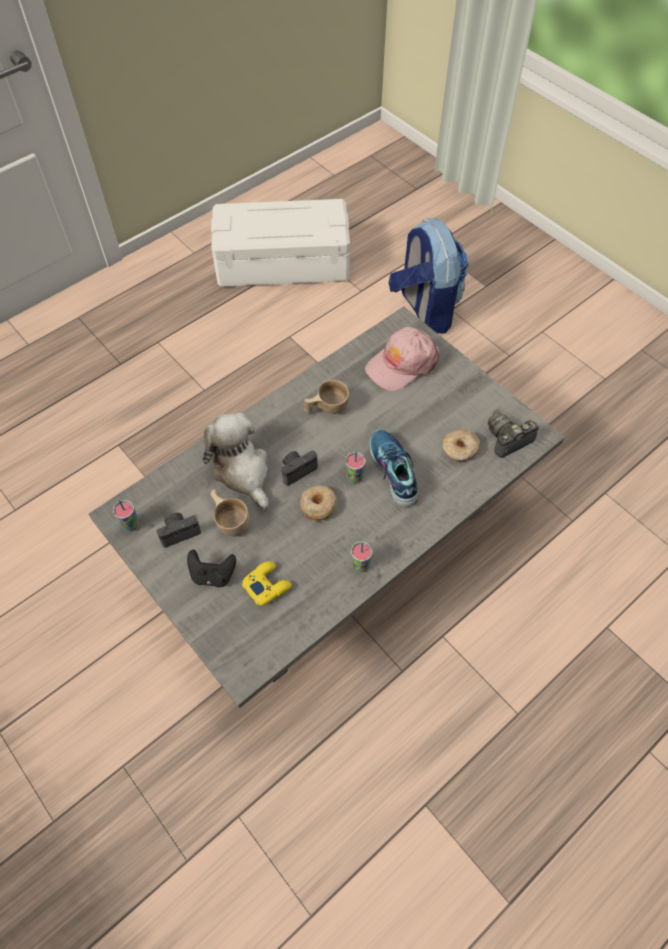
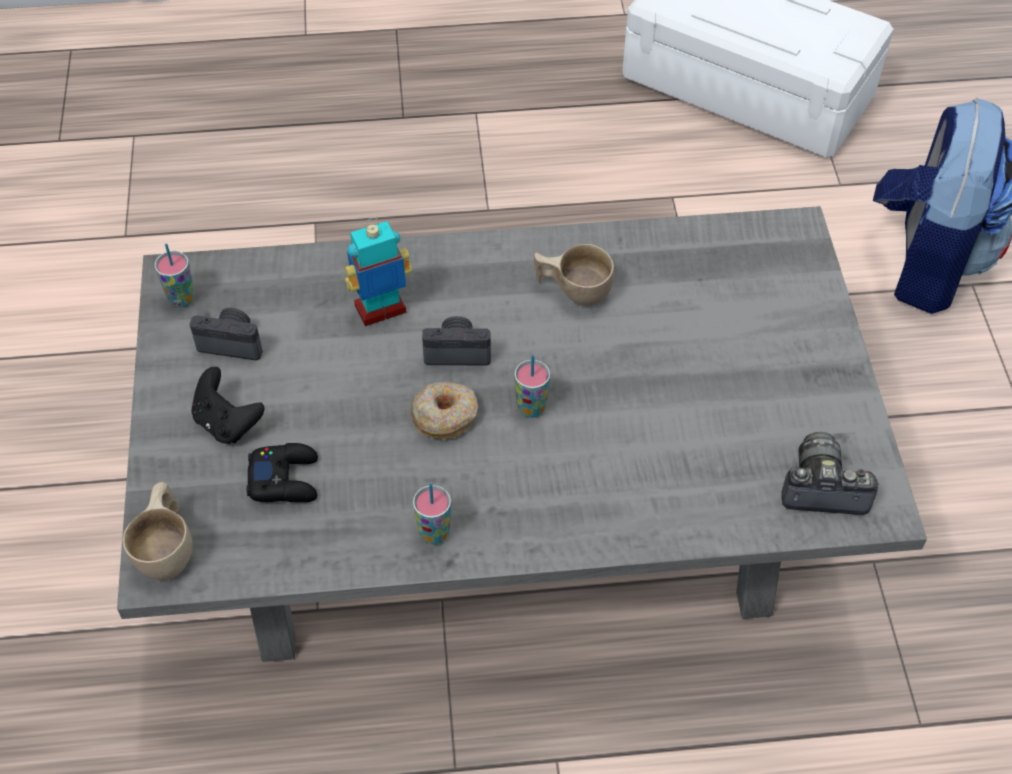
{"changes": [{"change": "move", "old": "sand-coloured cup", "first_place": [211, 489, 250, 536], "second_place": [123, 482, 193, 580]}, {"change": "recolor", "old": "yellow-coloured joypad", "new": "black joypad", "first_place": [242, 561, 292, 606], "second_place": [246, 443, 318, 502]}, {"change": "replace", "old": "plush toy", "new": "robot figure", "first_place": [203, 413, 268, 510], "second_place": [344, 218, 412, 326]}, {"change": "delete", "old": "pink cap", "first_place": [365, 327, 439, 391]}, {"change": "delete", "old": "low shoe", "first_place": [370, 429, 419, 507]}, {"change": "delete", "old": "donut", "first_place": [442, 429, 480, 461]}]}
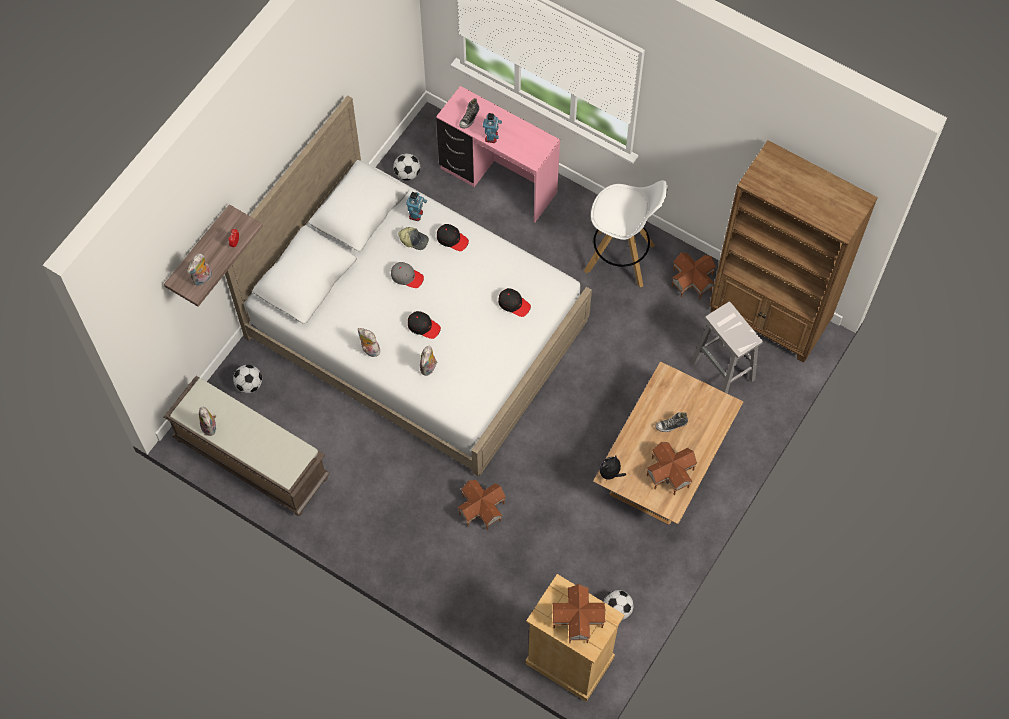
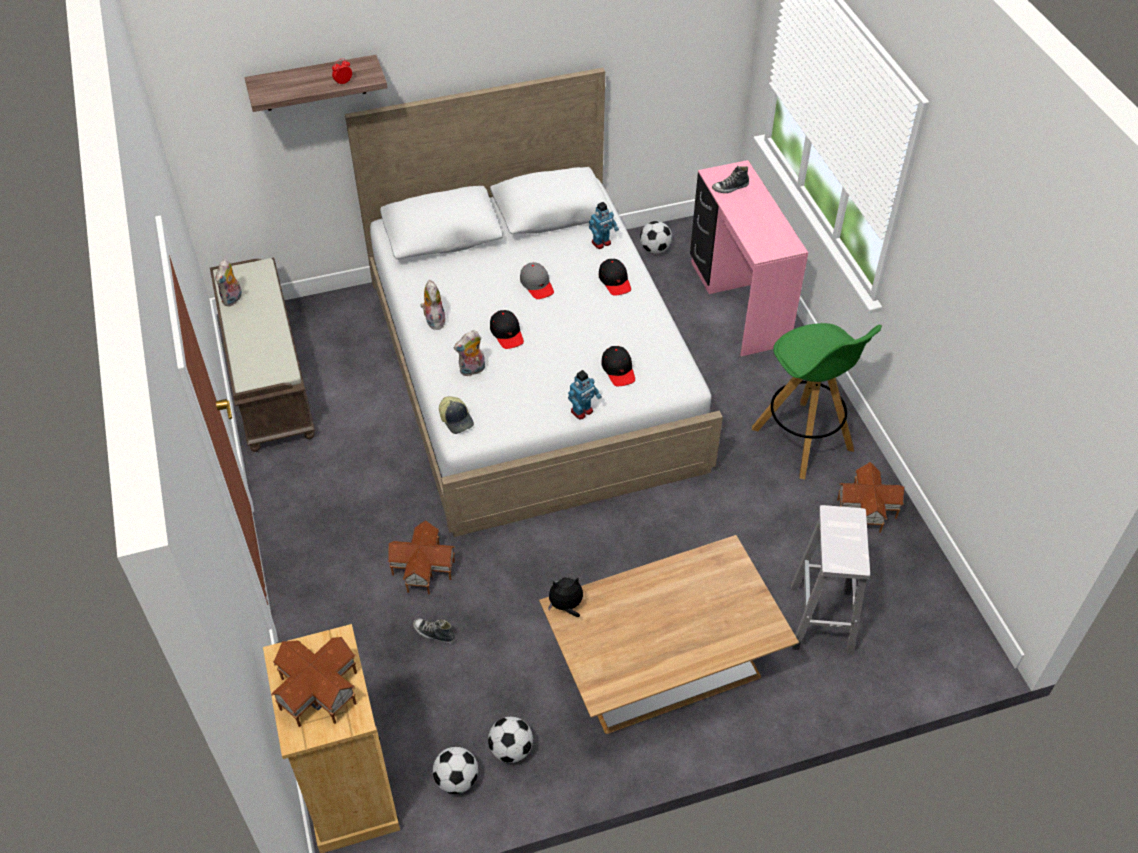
{"changes": [{"change": "move", "old": "low shoe", "first_place": [655, 412, 688, 432], "second_place": [413, 618, 455, 644]}, {"change": "move", "old": "cap", "first_place": [398, 227, 429, 250], "second_place": [439, 397, 474, 434]}, {"change": "move", "old": "ball for football", "first_place": [233, 365, 262, 393], "second_place": [488, 717, 533, 763]}, {"change": "move", "old": "robot figure", "first_place": [483, 113, 502, 143], "second_place": [568, 370, 602, 420]}, {"change": "recolor", "old": "white-coloured stool seat", "new": "green stool seat", "first_place": [584, 180, 668, 287], "second_place": [752, 323, 882, 479]}, {"change": "delete", "old": "plush toy", "first_place": [187, 254, 212, 286]}, {"change": "delete", "old": "miniature house", "first_place": [646, 442, 698, 495]}, {"change": "delete", "old": "brownish bookcase", "first_place": [709, 140, 878, 363]}]}
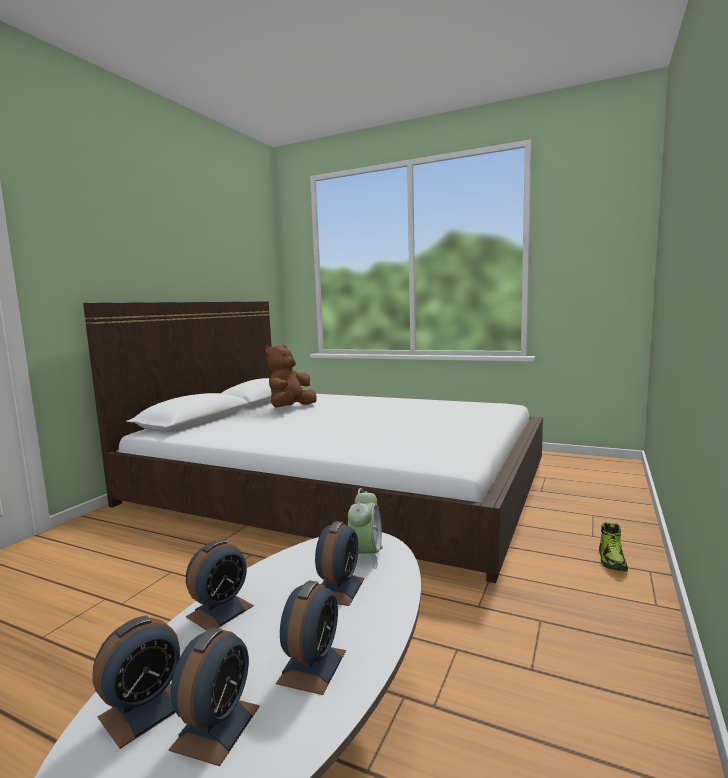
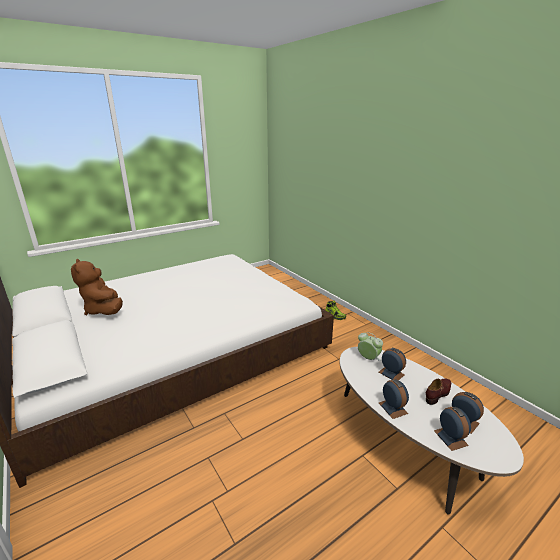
{"changes": [{"change": "replace", "old": "bedside clock", "new": "brownish low shoe", "first_place": [276, 580, 346, 695], "second_place": [426, 378, 451, 405]}]}
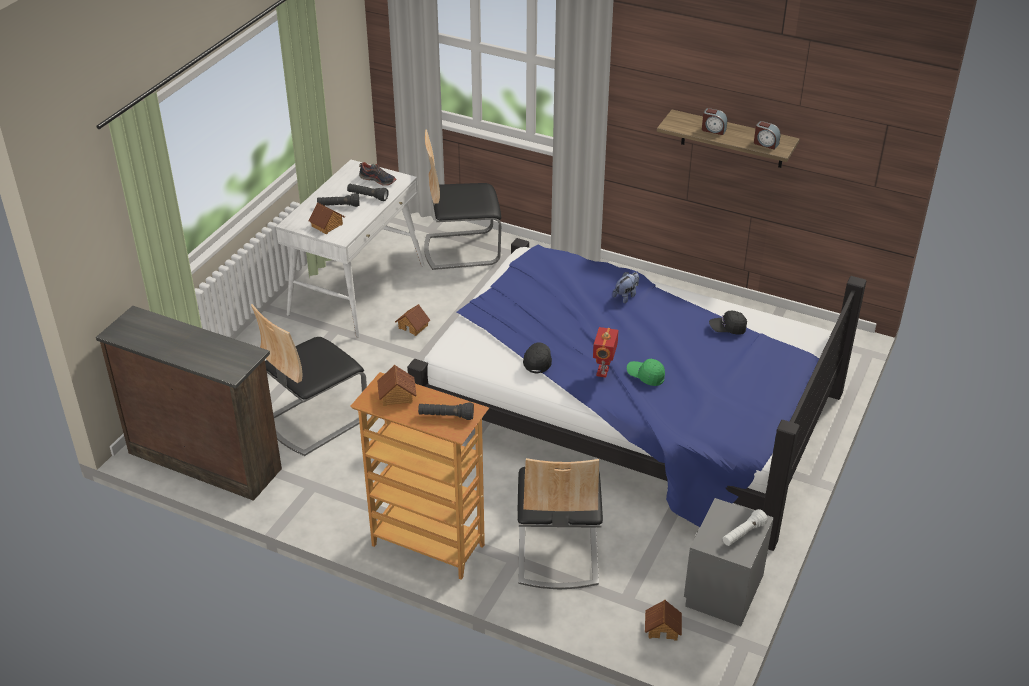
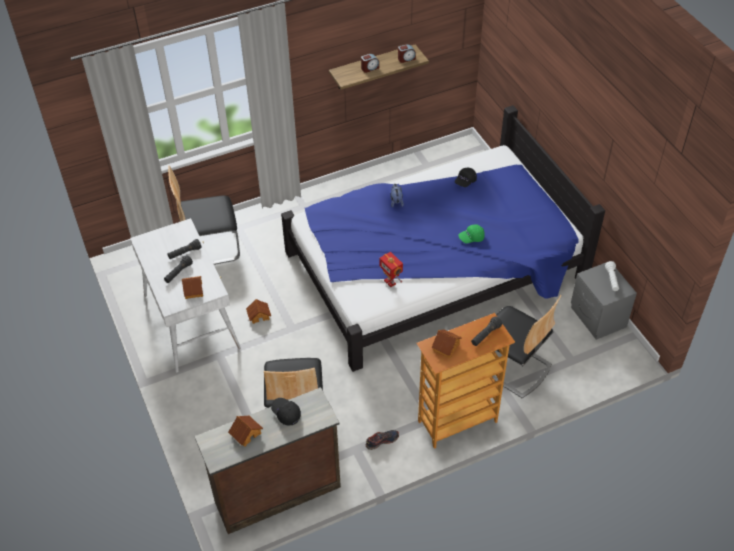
{"changes": [{"change": "rotate", "old": "plain chair", "first_place": [424, 129, 501, 270], "second_place": [168, 165, 240, 265], "degrees": 45}, {"change": "move", "old": "miniature house", "first_place": [645, 600, 682, 641], "second_place": [228, 416, 263, 447]}, {"change": "move", "old": "black cap", "first_place": [523, 343, 552, 374], "second_place": [271, 398, 301, 426]}, {"change": "move", "old": "low shoe", "first_place": [359, 162, 397, 186], "second_place": [366, 430, 399, 450]}, {"change": "move", "old": "robot figure", "first_place": [593, 327, 619, 378], "second_place": [379, 252, 403, 287]}]}
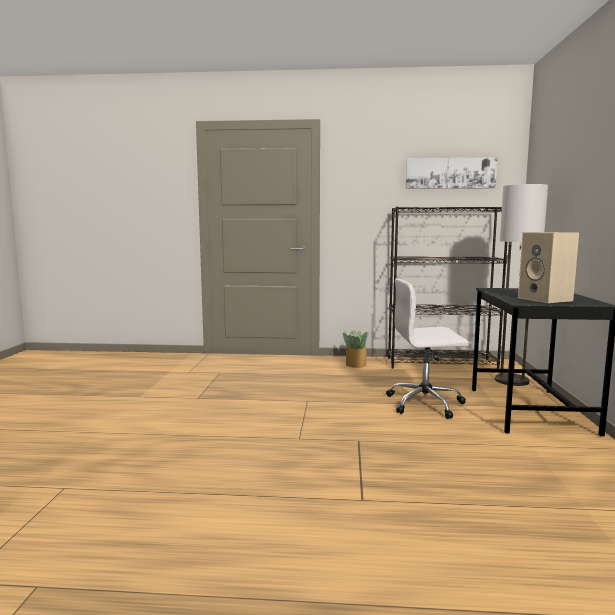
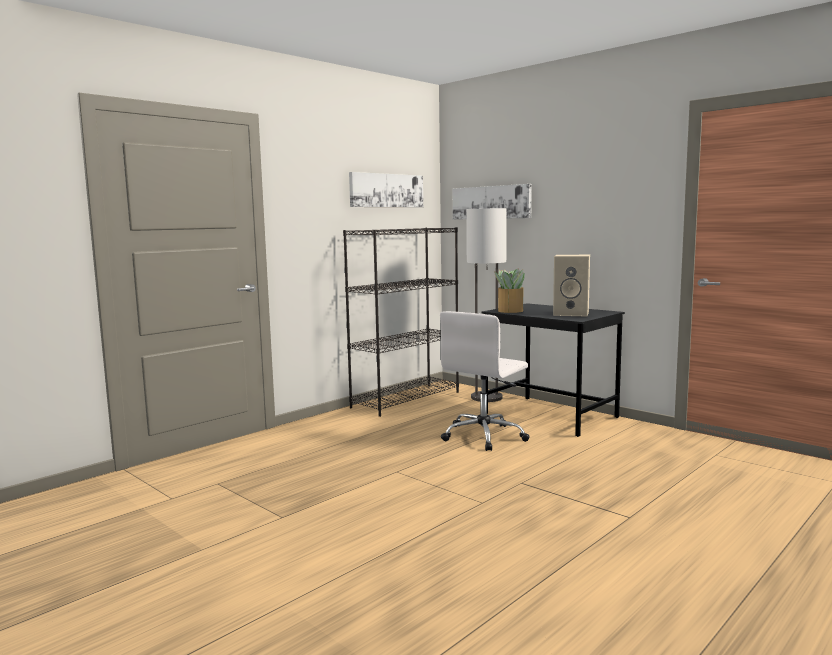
{"changes": [{"change": "insert", "new": "wall art", "second_place": [453, 184, 532, 220]}, {"change": "move", "old": "potted plant", "first_place": [343, 330, 369, 368], "second_place": [494, 269, 525, 313]}]}
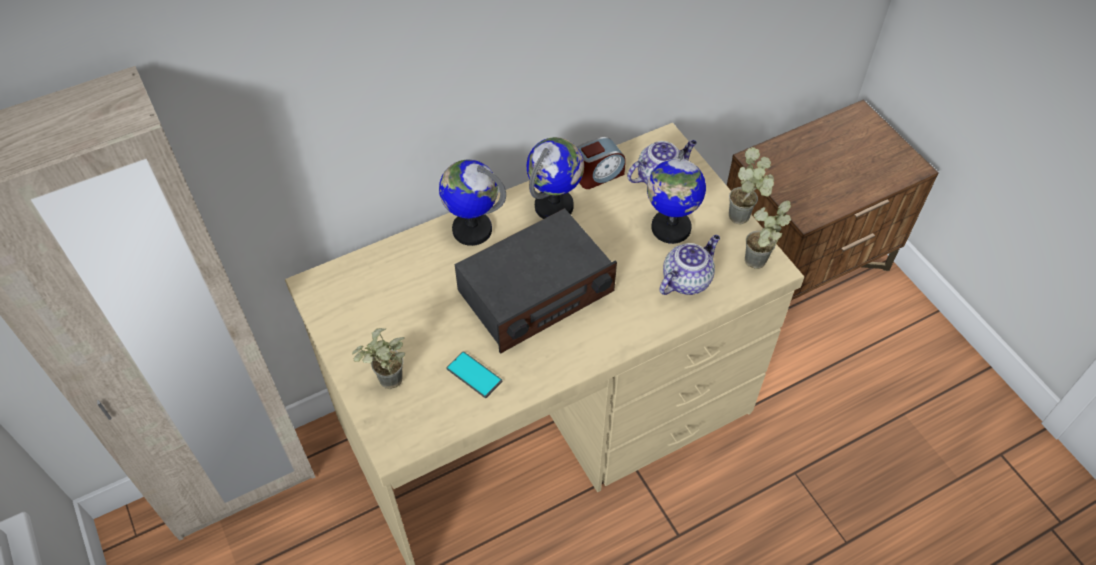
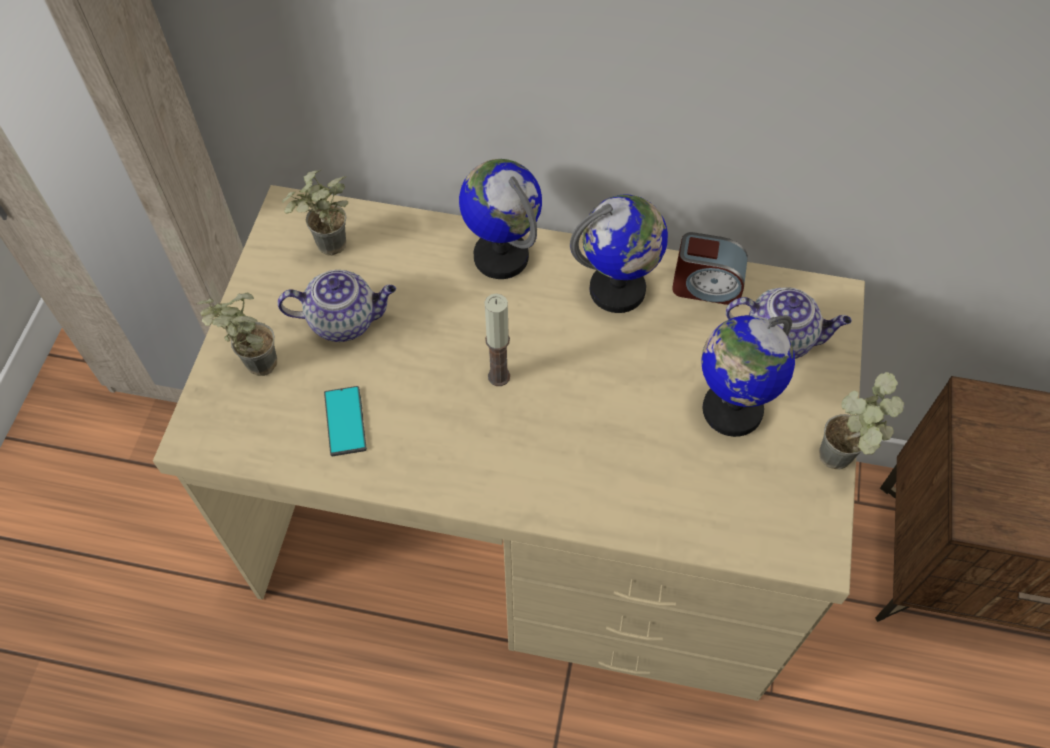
{"changes": [{"change": "move", "old": "pot for tea", "first_place": [659, 235, 720, 295], "second_place": [277, 270, 396, 342]}, {"change": "move", "old": "potted plant", "first_place": [745, 201, 791, 269], "second_place": [282, 170, 348, 256]}, {"change": "replace", "old": "radio set", "new": "wax light", "first_place": [455, 208, 617, 354], "second_place": [485, 294, 510, 386]}]}
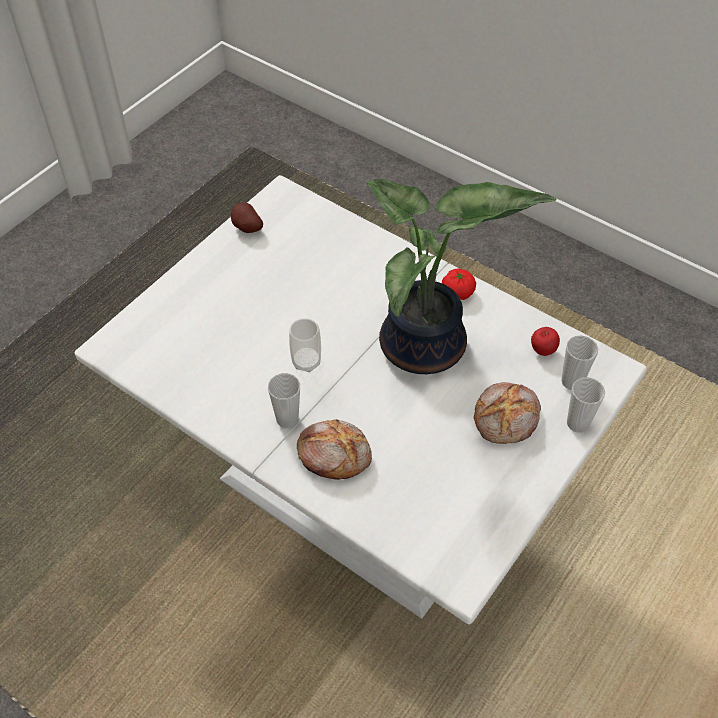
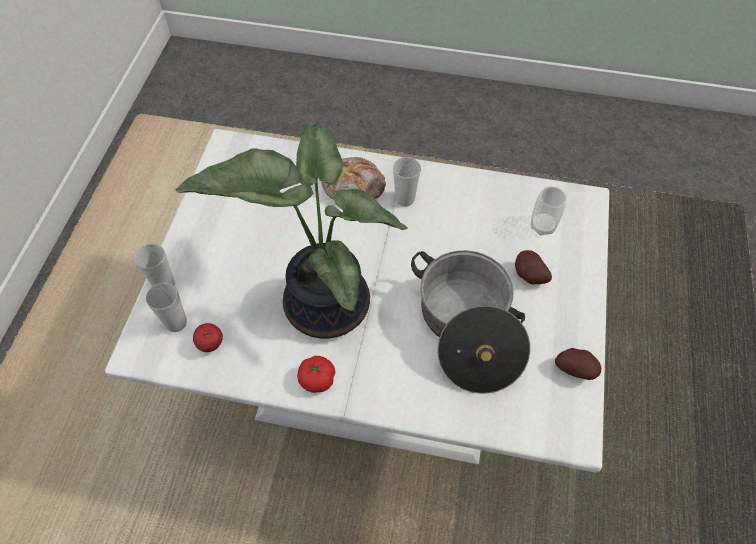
{"changes": [{"change": "insert", "new": "stockpot", "second_place": [411, 250, 530, 394]}, {"change": "insert", "new": "whole potato", "second_place": [515, 250, 552, 284]}, {"change": "move", "old": "cup", "first_place": [289, 318, 321, 372], "second_place": [531, 186, 567, 235]}, {"change": "delete", "old": "bakery bread", "first_place": [474, 382, 541, 444]}]}
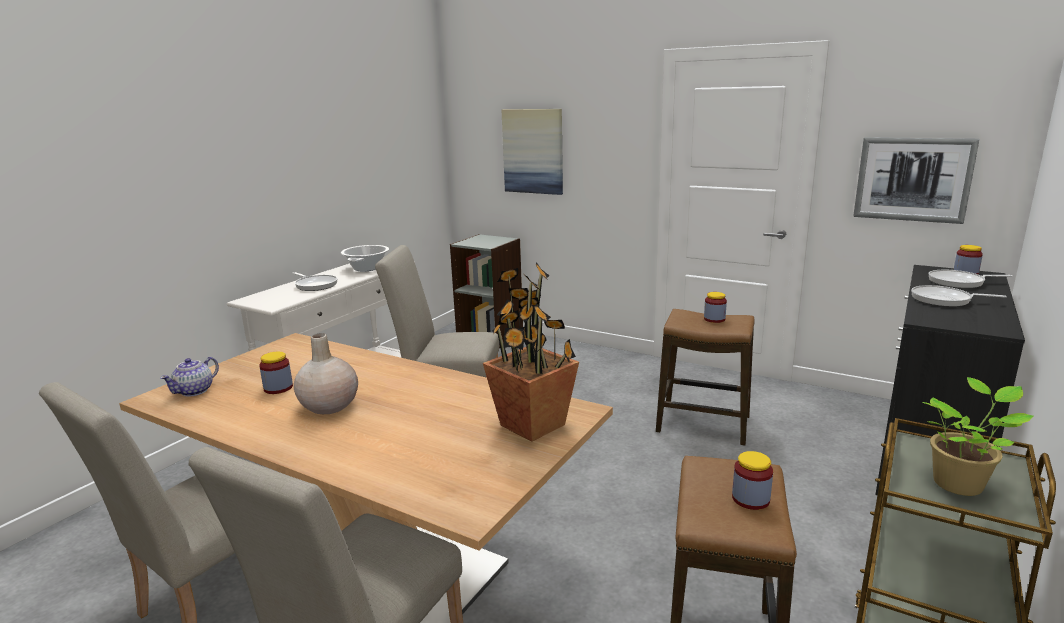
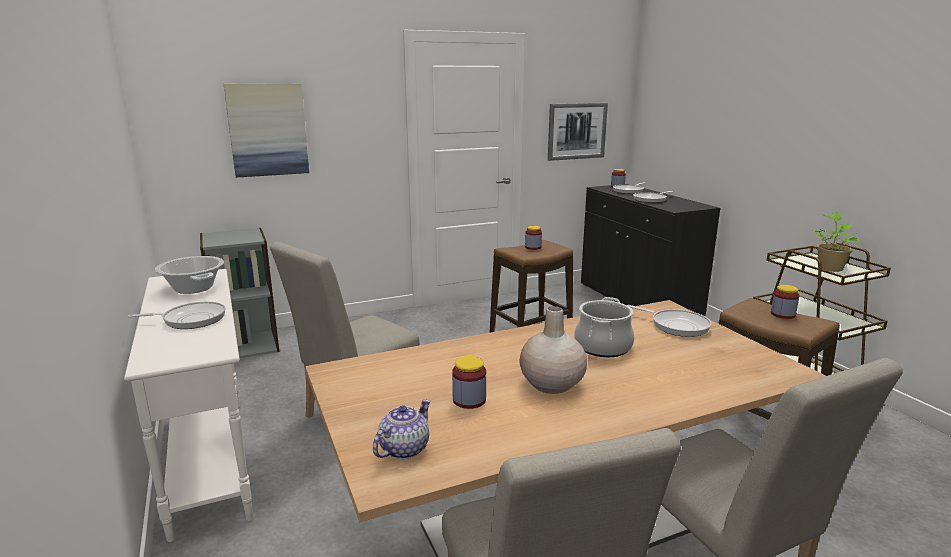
{"changes": [{"change": "rotate", "old": "pot for tea", "first_place": [160, 357, 219, 397], "second_place": [373, 399, 431, 459], "degrees": -120}, {"change": "insert", "new": "stockpot", "second_place": [574, 297, 634, 357]}, {"change": "replace", "old": "potted plant", "new": "skillet", "first_place": [483, 262, 579, 442], "second_place": [627, 305, 711, 337]}]}
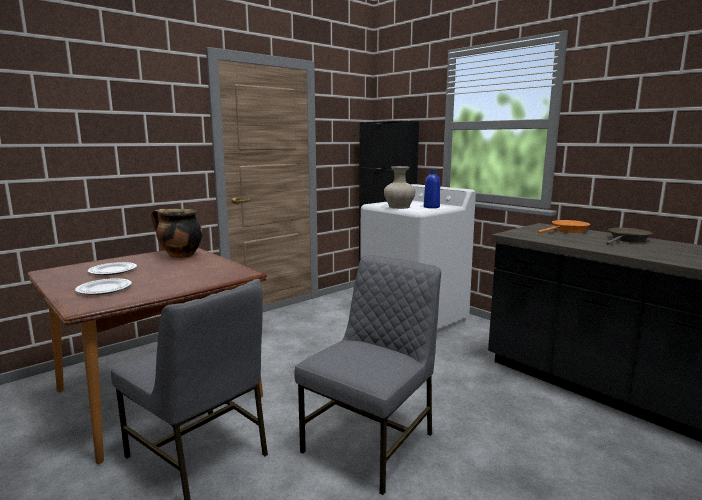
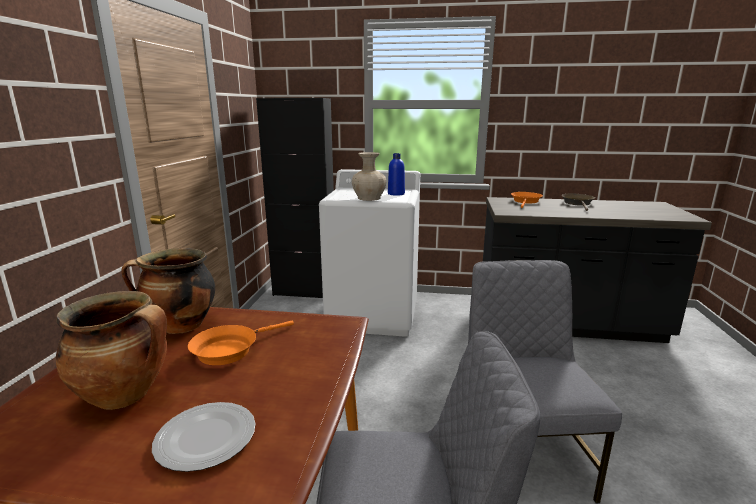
{"changes": [{"change": "replace", "old": "dinner plate", "new": "stockpot", "first_place": [88, 262, 137, 275], "second_place": [56, 291, 167, 410]}, {"change": "insert", "new": "orangey skillet", "second_place": [188, 321, 294, 365]}]}
